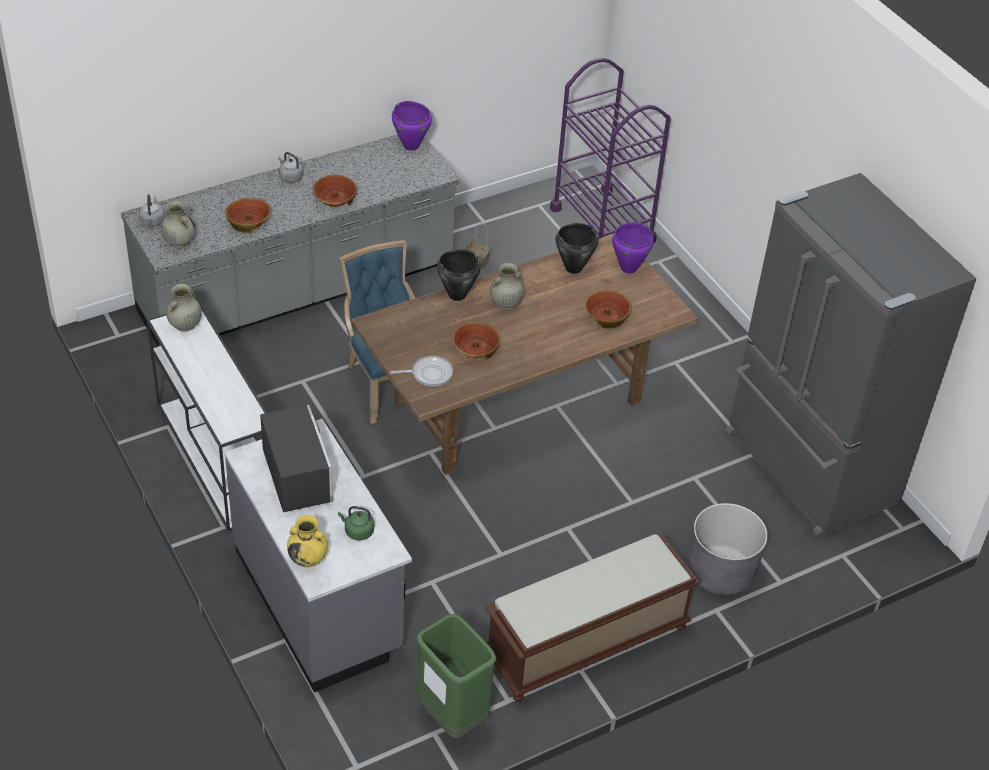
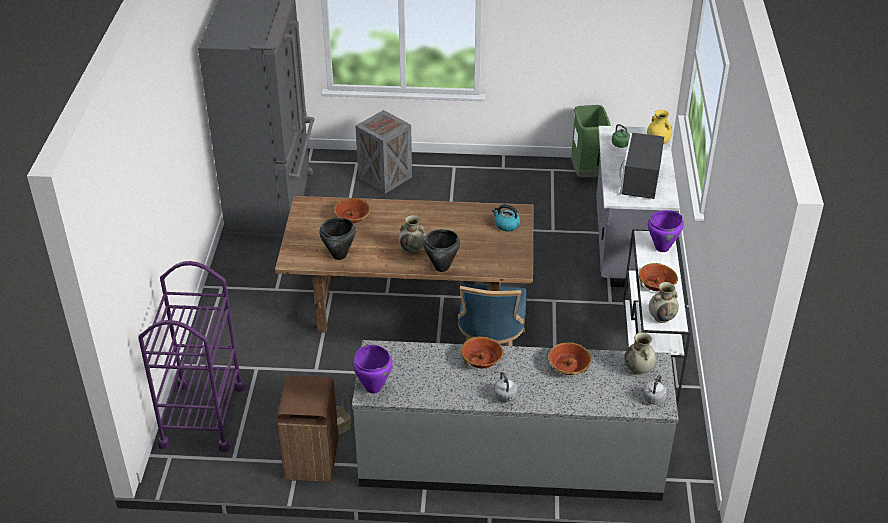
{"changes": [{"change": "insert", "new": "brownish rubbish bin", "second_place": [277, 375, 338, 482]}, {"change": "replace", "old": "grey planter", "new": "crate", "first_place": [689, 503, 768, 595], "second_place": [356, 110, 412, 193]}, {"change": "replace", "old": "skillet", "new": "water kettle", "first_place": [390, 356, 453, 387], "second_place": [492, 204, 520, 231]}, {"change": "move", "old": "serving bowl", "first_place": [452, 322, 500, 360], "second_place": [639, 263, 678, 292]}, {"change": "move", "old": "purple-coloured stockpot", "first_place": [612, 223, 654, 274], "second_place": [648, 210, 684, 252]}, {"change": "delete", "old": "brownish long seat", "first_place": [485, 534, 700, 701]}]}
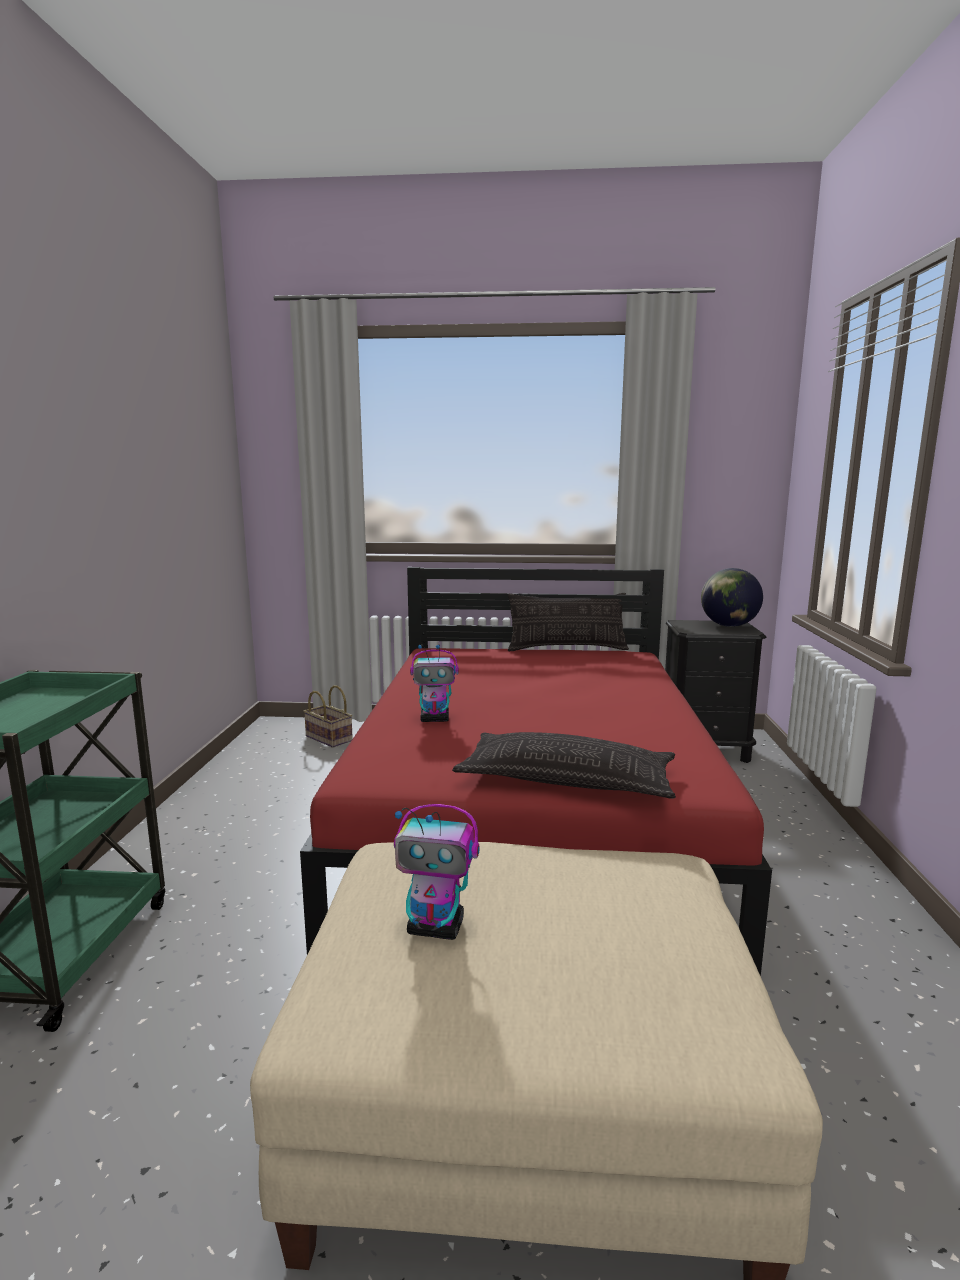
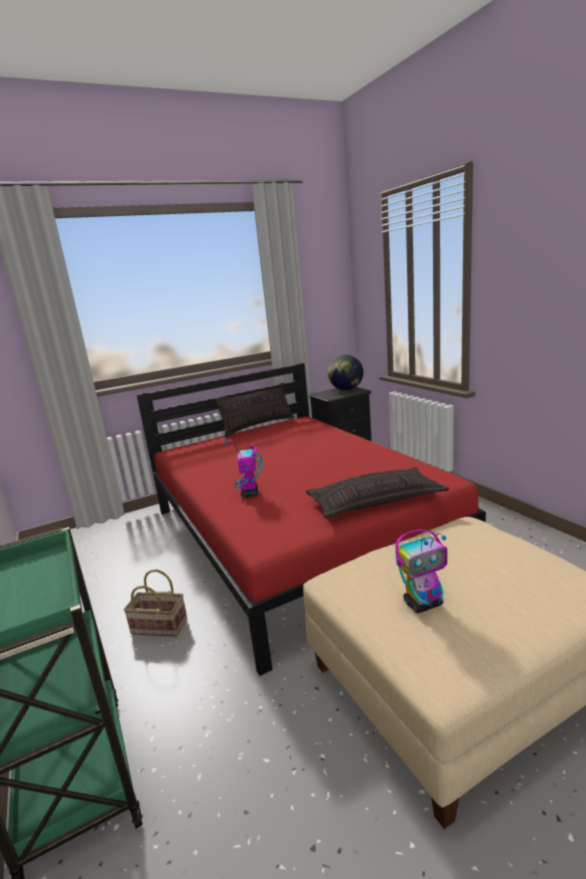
{"changes": [{"change": "move", "old": "basket", "first_place": [304, 685, 353, 748], "second_place": [124, 569, 187, 637]}, {"change": "rotate", "old": "robot figure", "first_place": [410, 644, 459, 722], "second_place": [223, 438, 263, 497], "degrees": 120}]}
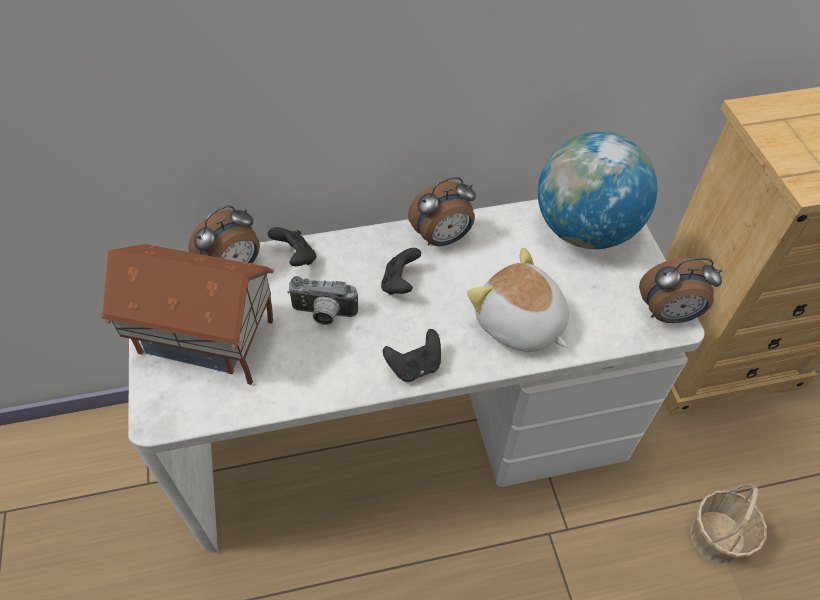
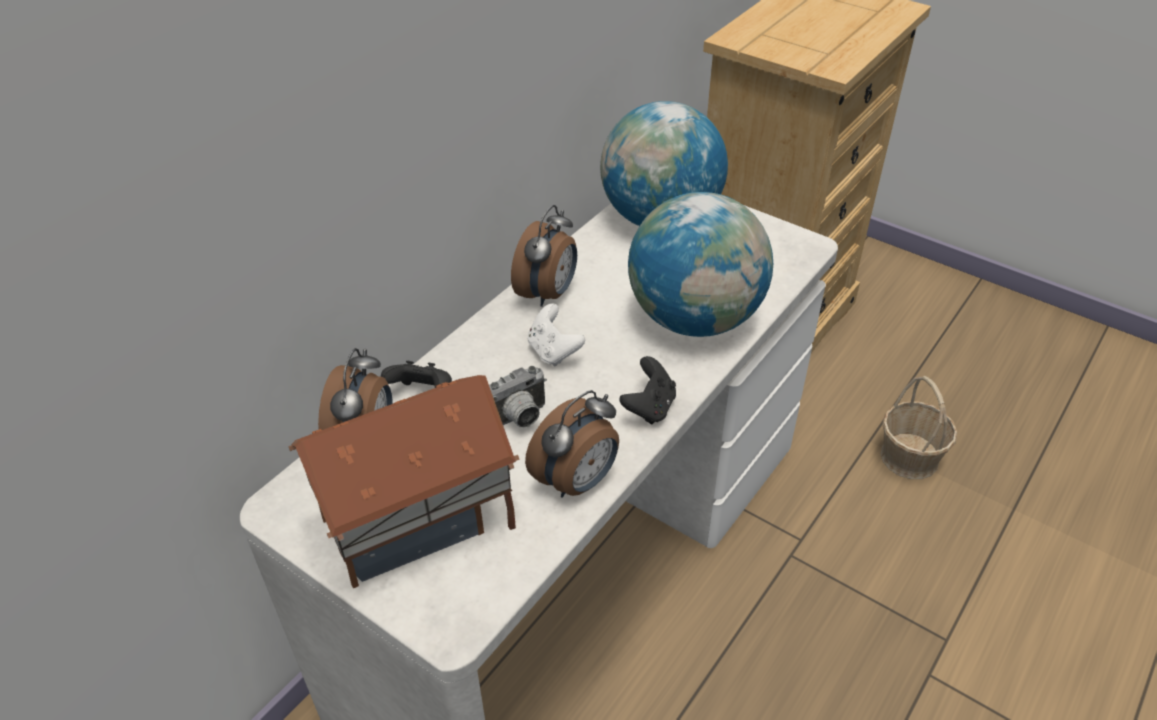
{"changes": [{"change": "move", "old": "bedside clock", "first_place": [639, 258, 722, 323], "second_place": [525, 390, 619, 498]}, {"change": "recolor", "old": "black joypad", "new": "white-coloured joypad", "first_place": [381, 248, 421, 295], "second_place": [528, 303, 585, 367]}, {"change": "replace", "old": "plush toy", "new": "desk globe", "first_place": [467, 248, 569, 352], "second_place": [628, 192, 773, 337]}]}
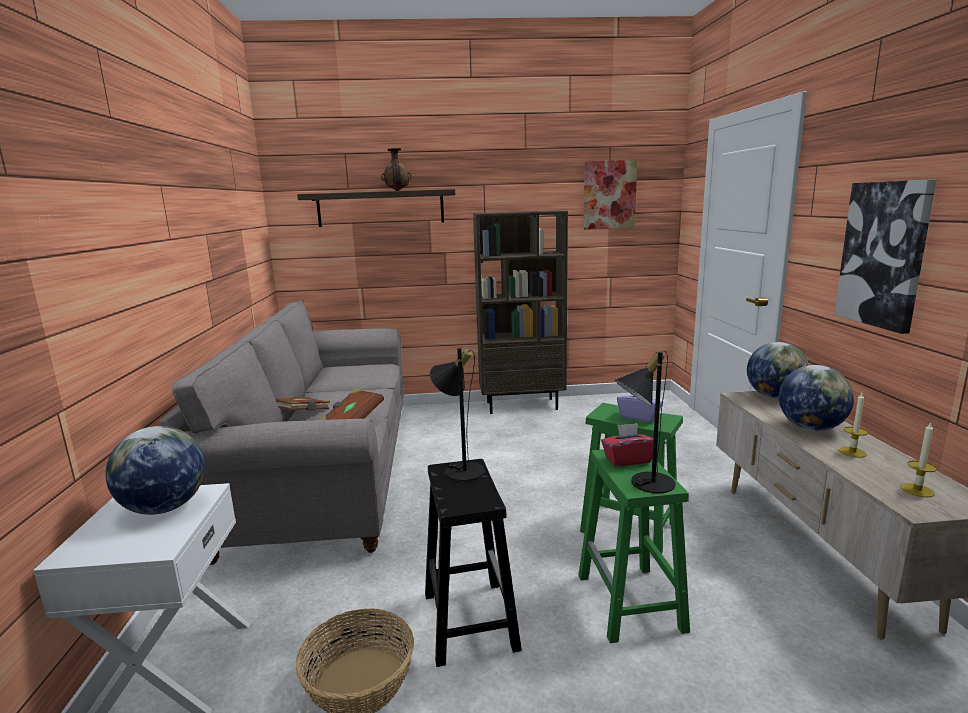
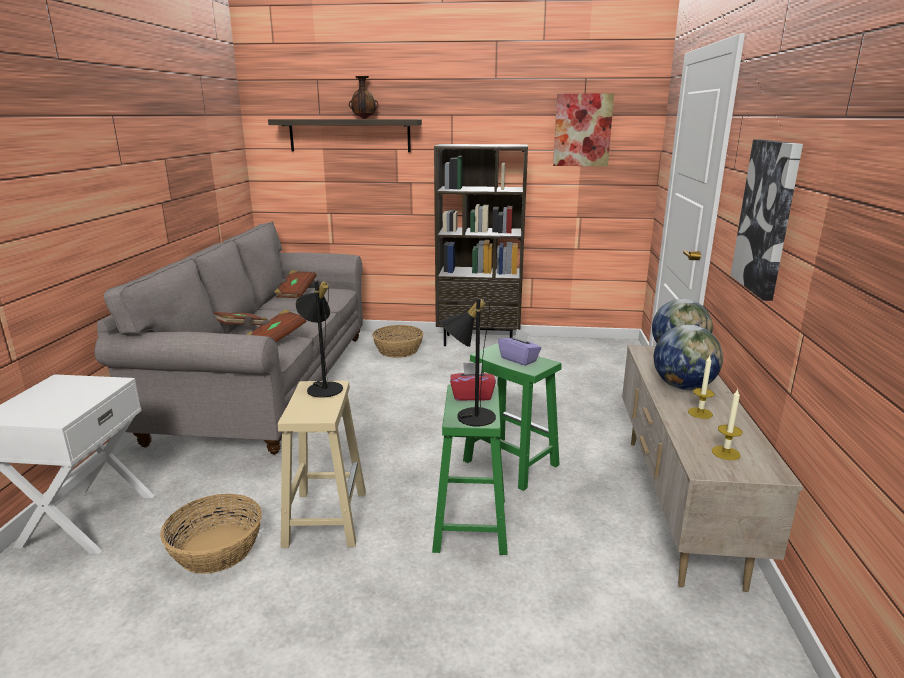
{"changes": [{"change": "insert", "new": "brownish bound book", "second_place": [274, 270, 316, 298]}, {"change": "recolor", "old": "black stool seat", "new": "sand-coloured stool seat", "first_place": [425, 459, 522, 667], "second_place": [278, 381, 366, 548]}, {"change": "insert", "new": "basket", "second_place": [372, 325, 424, 358]}, {"change": "delete", "old": "desk globe", "first_place": [105, 426, 205, 515]}]}
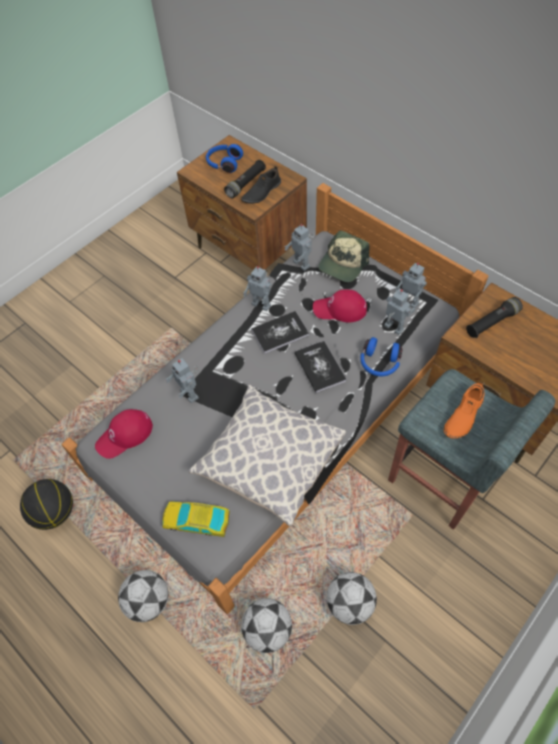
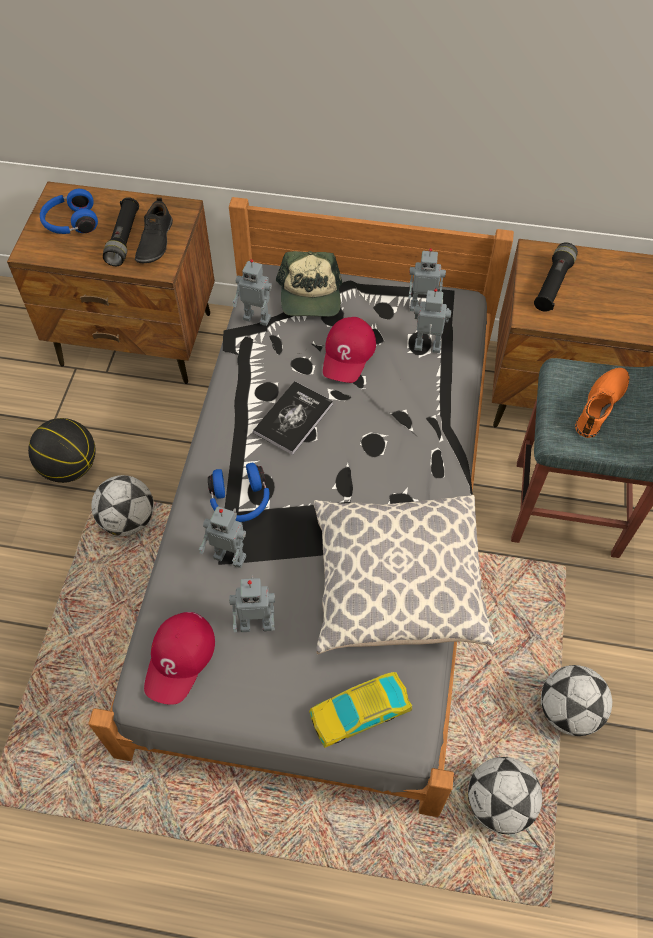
{"changes": [{"change": "move", "old": "basketball ball", "first_place": [20, 479, 73, 530], "second_place": [28, 418, 96, 483]}, {"change": "move", "old": "ball for football", "first_place": [118, 570, 168, 622], "second_place": [91, 475, 154, 536]}, {"change": "move", "old": "bluish headphones", "first_place": [360, 337, 403, 376], "second_place": [208, 463, 269, 522]}, {"change": "move", "old": "robot figure", "first_place": [243, 266, 271, 311], "second_place": [229, 575, 275, 632]}, {"change": "rotate", "old": "reddish cap", "first_place": [313, 290, 367, 323], "second_place": [323, 317, 376, 383], "degrees": -45}, {"change": "rotate", "old": "orangey low shoe", "first_place": [444, 381, 485, 438], "second_place": [575, 368, 629, 438], "degrees": -150}, {"change": "delete", "old": "bound book", "first_place": [294, 341, 347, 393]}]}
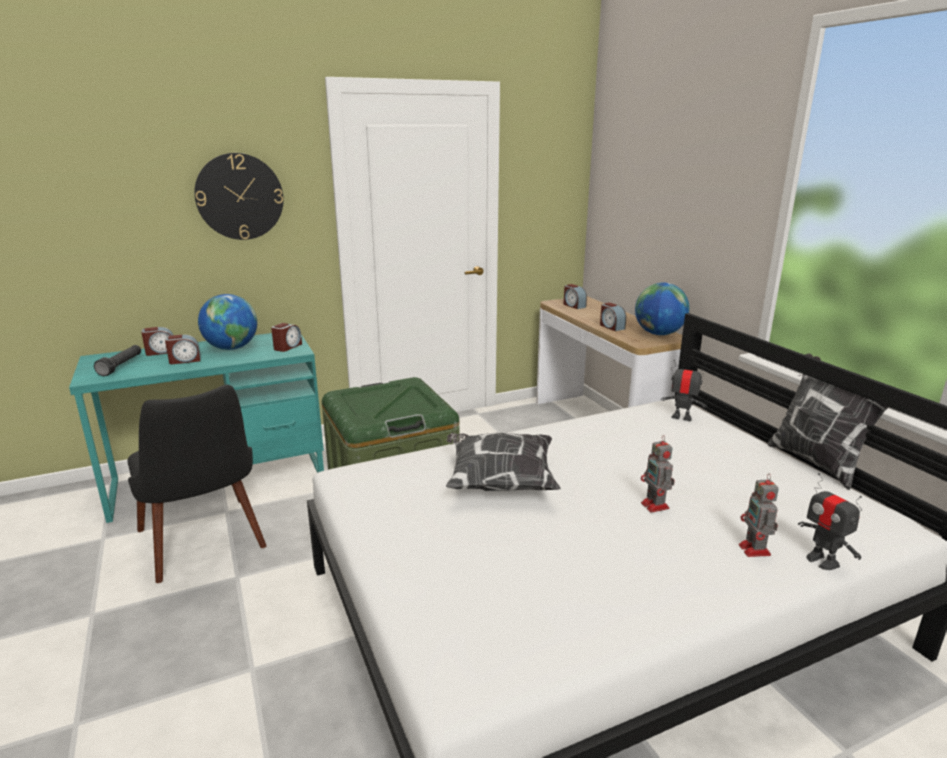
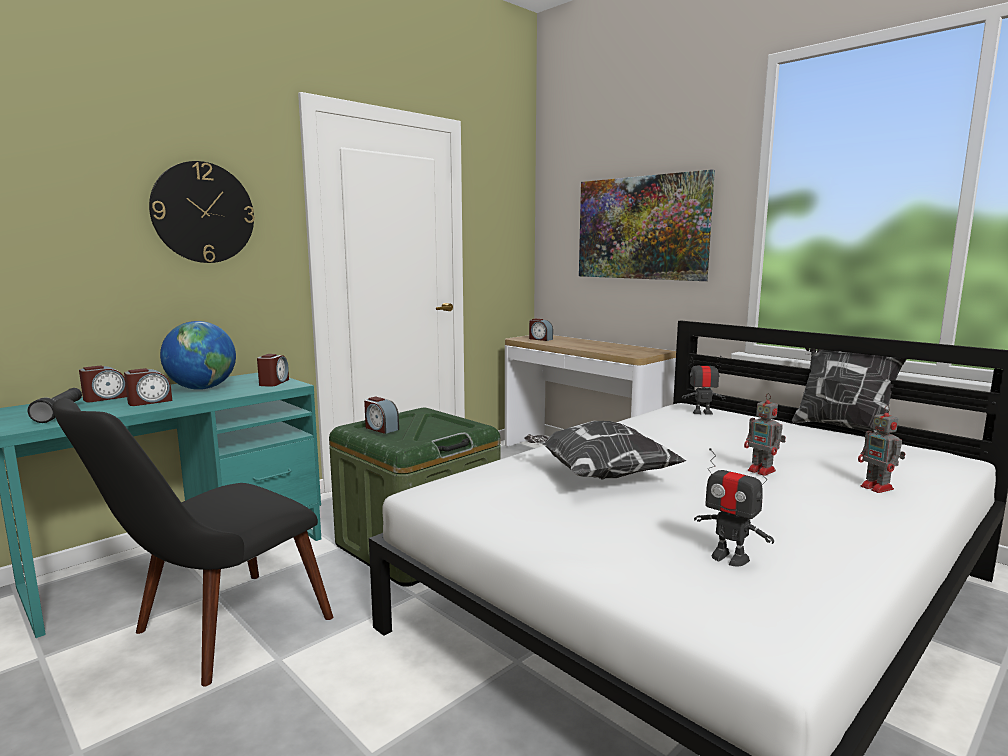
{"changes": [{"change": "rotate", "old": "black plain chair", "first_place": [128, 384, 266, 583], "second_place": [52, 398, 333, 687], "degrees": 90}, {"change": "move", "old": "bedside clock", "first_place": [600, 303, 626, 331], "second_place": [364, 396, 399, 434]}, {"change": "insert", "new": "wall art", "second_place": [579, 169, 715, 281]}, {"change": "move", "old": "robot figure", "first_place": [798, 473, 862, 570], "second_place": [694, 448, 775, 567]}, {"change": "delete", "old": "desk globe", "first_place": [635, 283, 689, 335]}]}
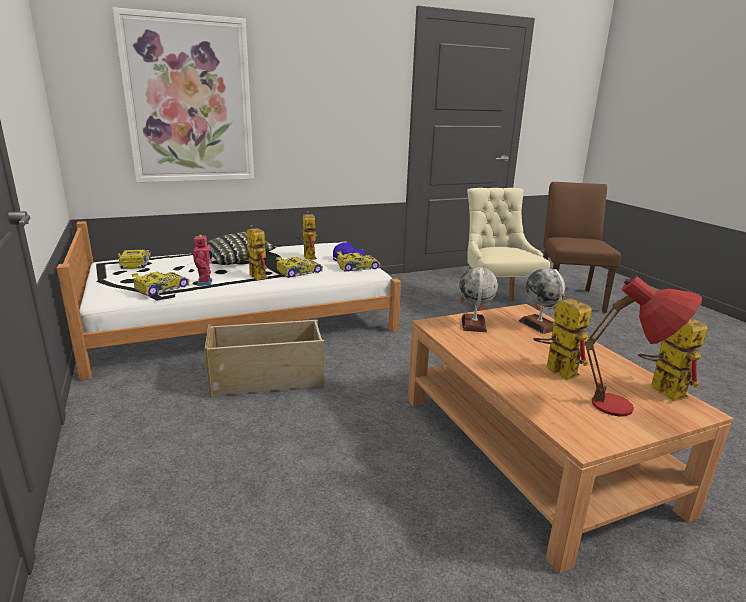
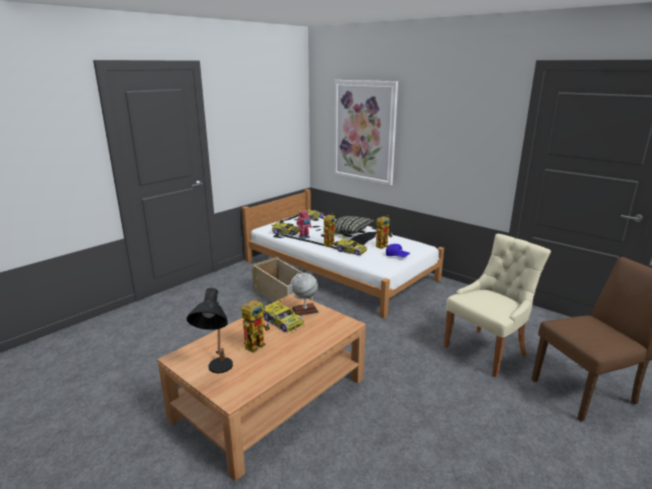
{"changes": [{"change": "recolor", "old": "reddish tabletop lamp", "new": "black tabletop lamp", "first_place": [584, 276, 702, 417], "second_place": [187, 288, 233, 373]}, {"change": "move", "old": "model car", "first_place": [337, 251, 381, 271], "second_place": [263, 299, 304, 333]}, {"change": "delete", "old": "desk globe", "first_place": [519, 268, 565, 334]}, {"change": "delete", "old": "robot figure", "first_place": [638, 318, 708, 401]}]}
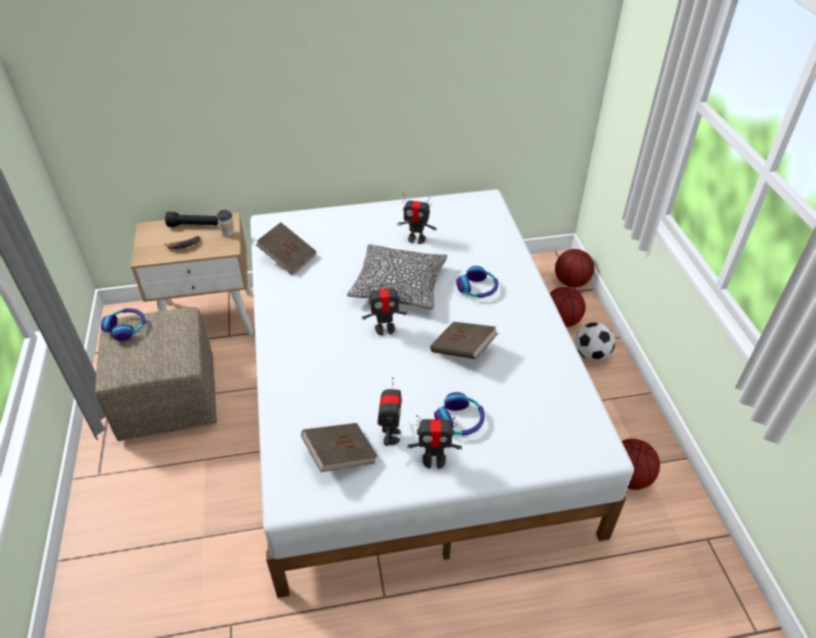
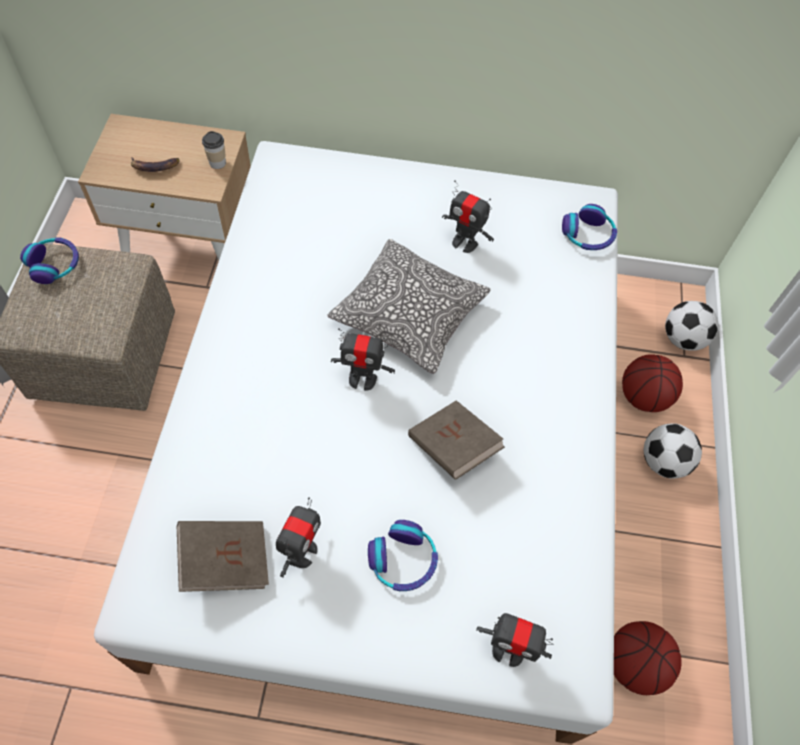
{"changes": [{"change": "move", "old": "robot figure", "first_place": [407, 415, 462, 469], "second_place": [476, 613, 554, 667]}, {"change": "move", "old": "headphones", "first_place": [456, 266, 498, 298], "second_place": [562, 204, 617, 250]}, {"change": "replace", "old": "basketball ball", "new": "ball for football", "first_place": [555, 249, 594, 288], "second_place": [665, 301, 719, 351]}, {"change": "delete", "old": "black torch", "first_place": [165, 212, 218, 227]}, {"change": "delete", "old": "brownish bound book", "first_place": [256, 222, 316, 275]}]}
